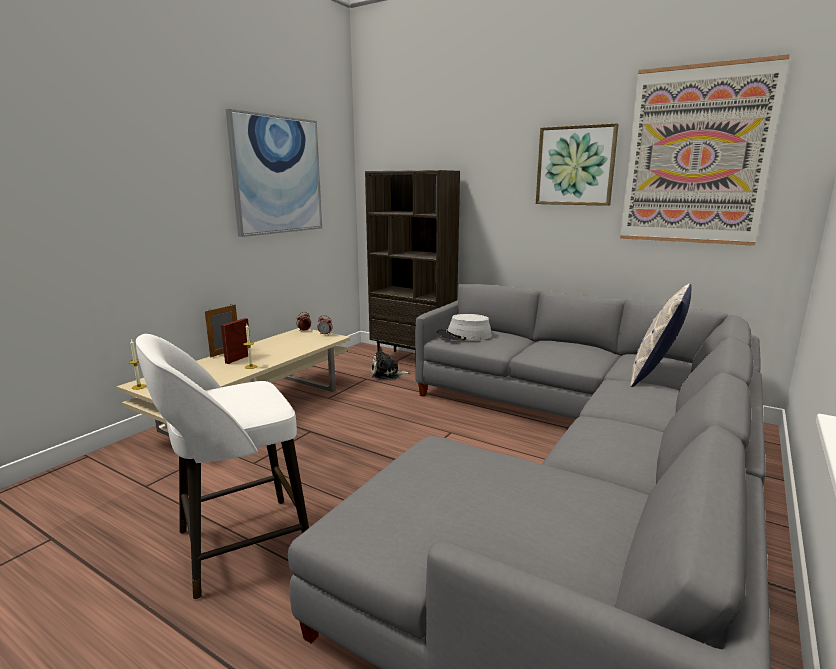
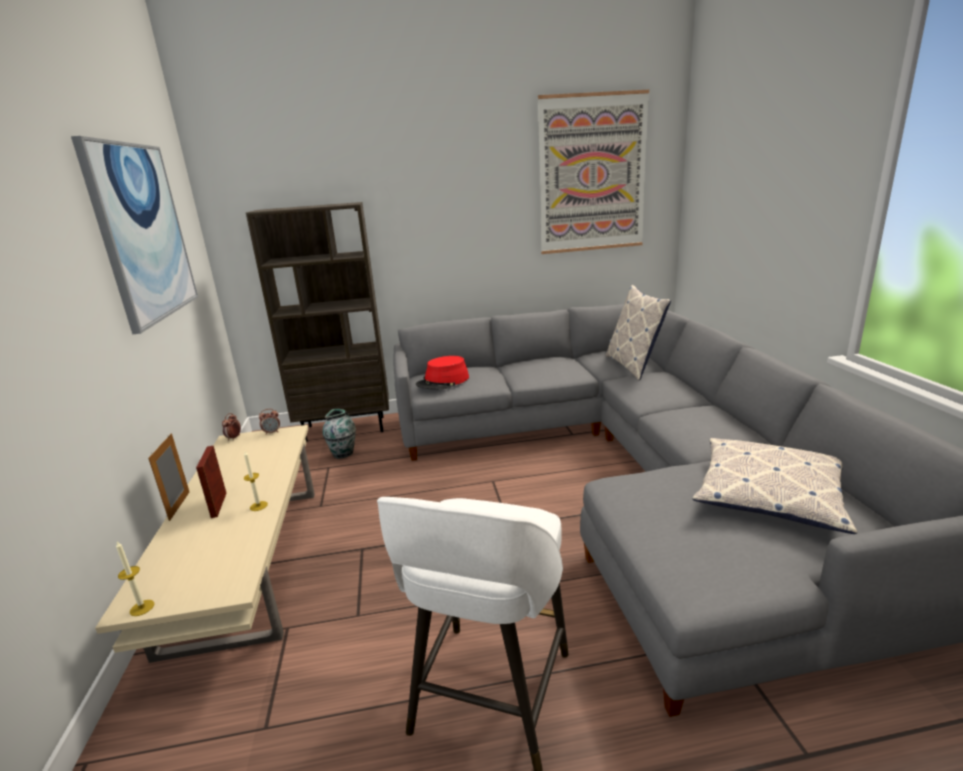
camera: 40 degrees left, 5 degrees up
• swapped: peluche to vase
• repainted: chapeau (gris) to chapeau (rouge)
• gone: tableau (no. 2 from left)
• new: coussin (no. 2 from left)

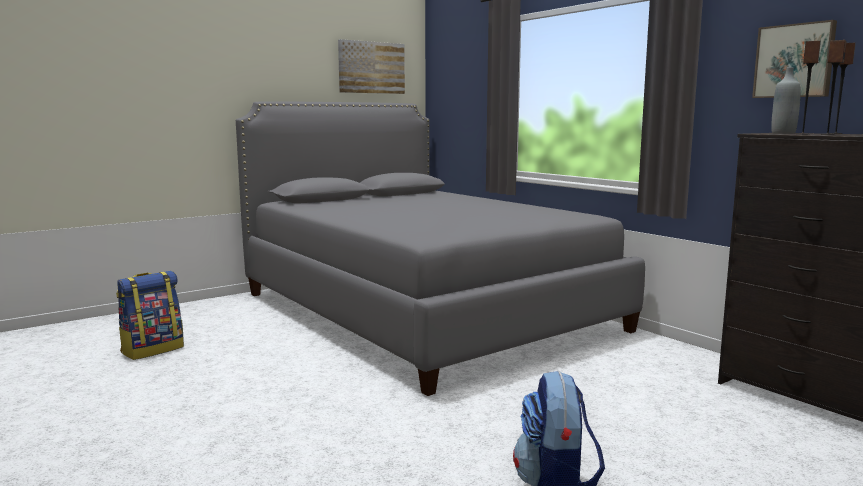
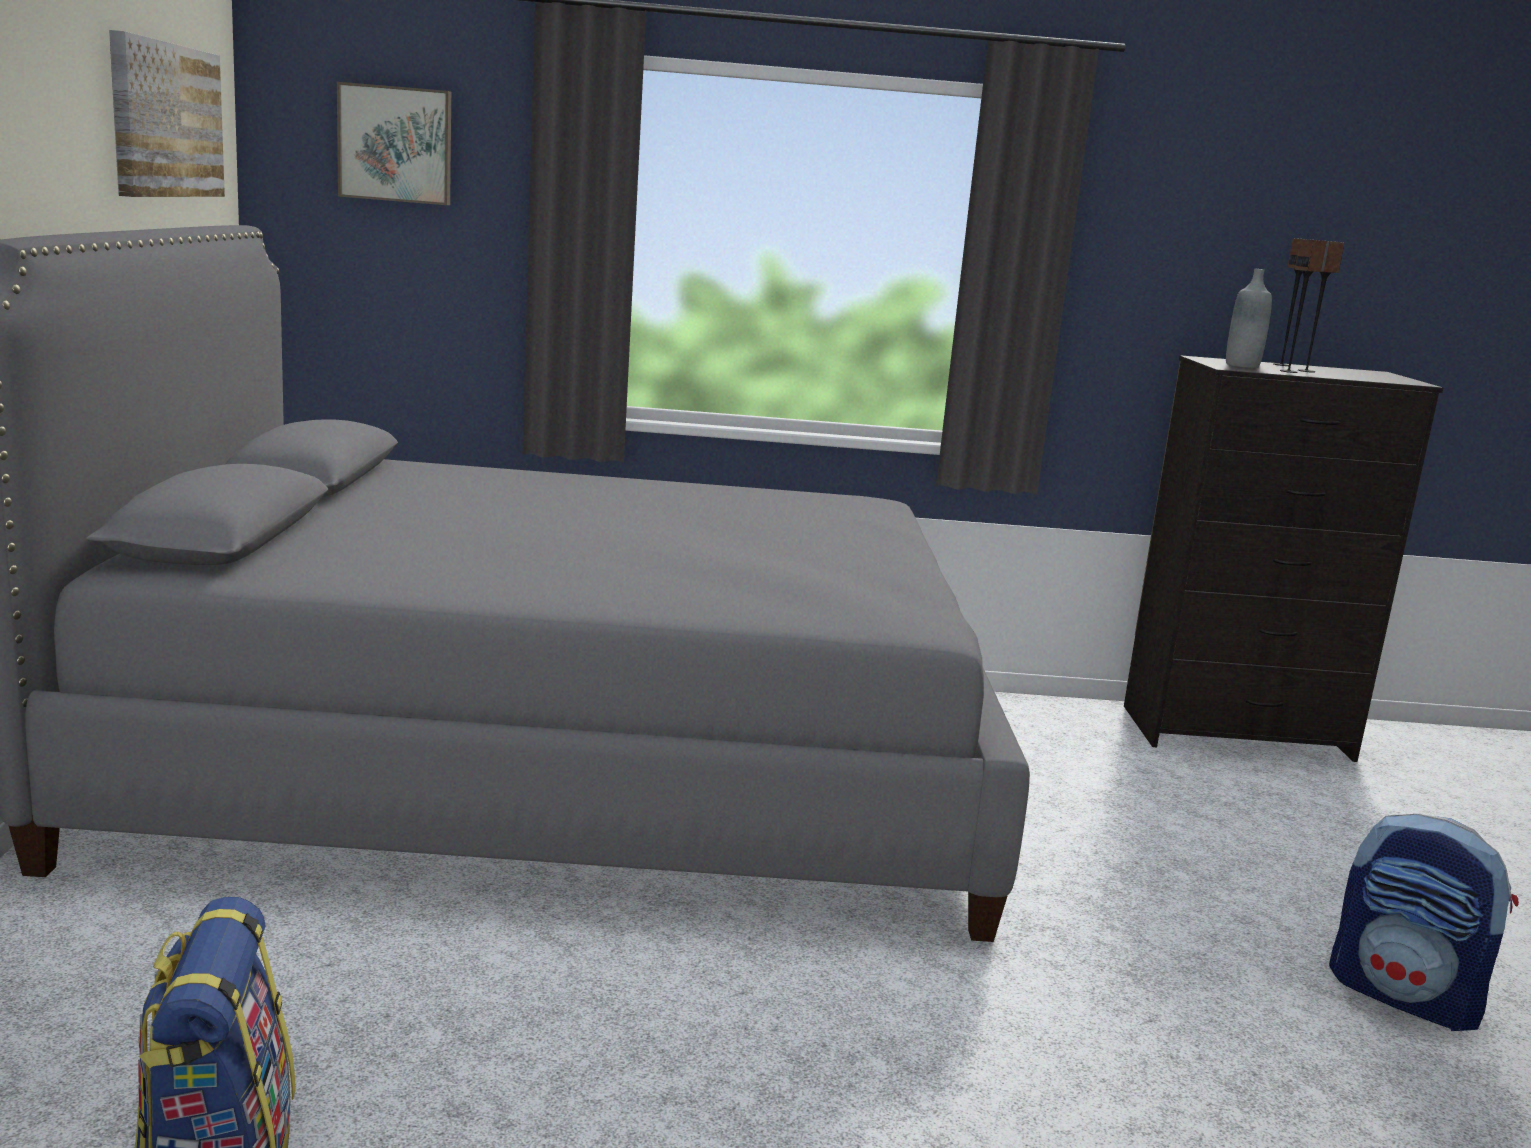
camera: 55 degrees left, 5 degrees up
• shifted: tableau (no. 2 from left)

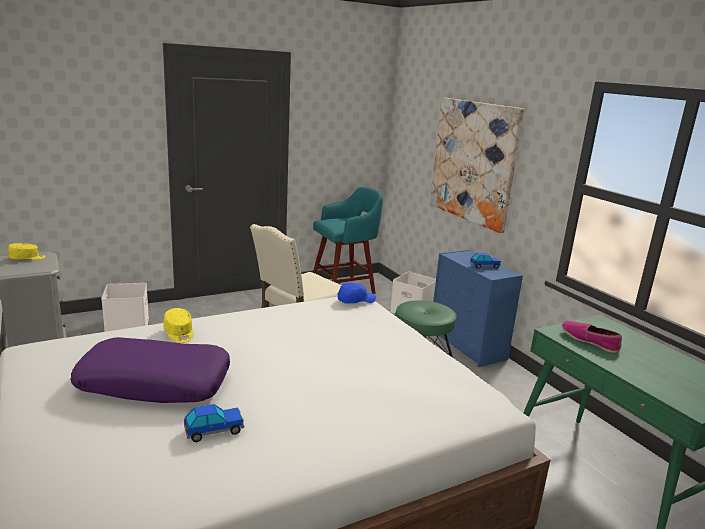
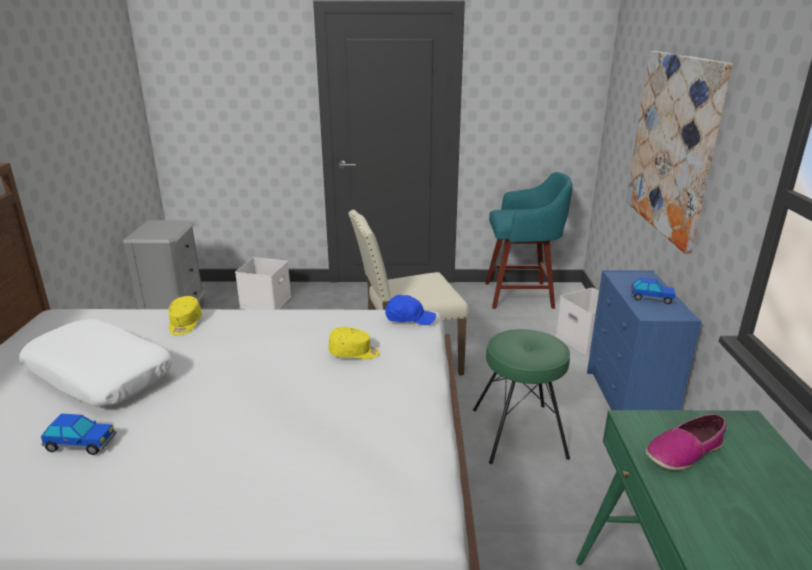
camera: 30 degrees right, 5 degrees up
• shifted: casquette (jaune) (no. 1 from left in the first image) to casquette (jaune) (no. 2 from left)
• repainted: coussin (violet) to coussin (blanc)
• rotated: chaussure 105 degrees counterclockwise

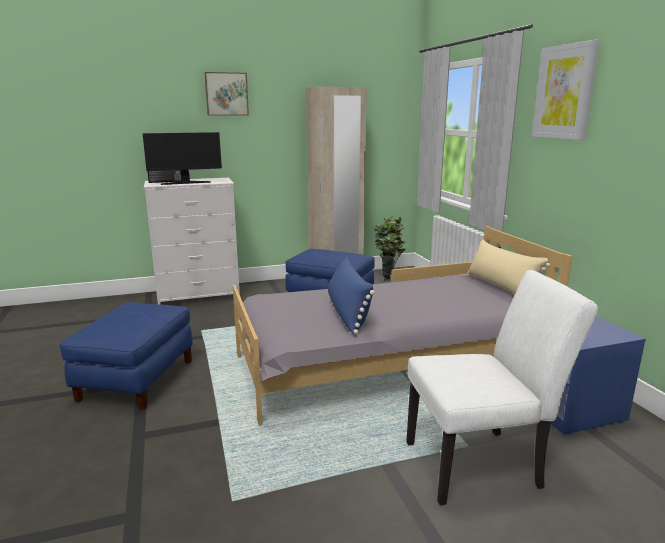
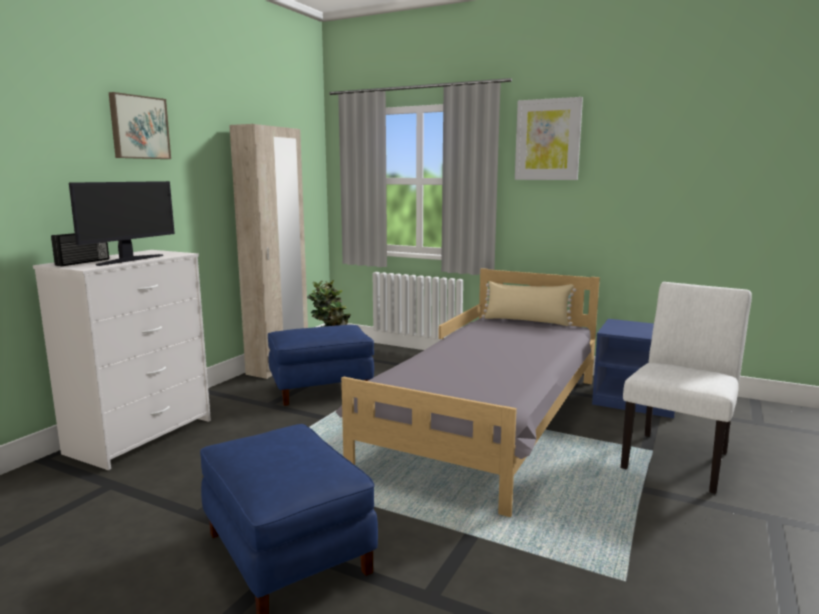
camera: 45 degrees left, 5 degrees down
• gone: coussin (bleu)

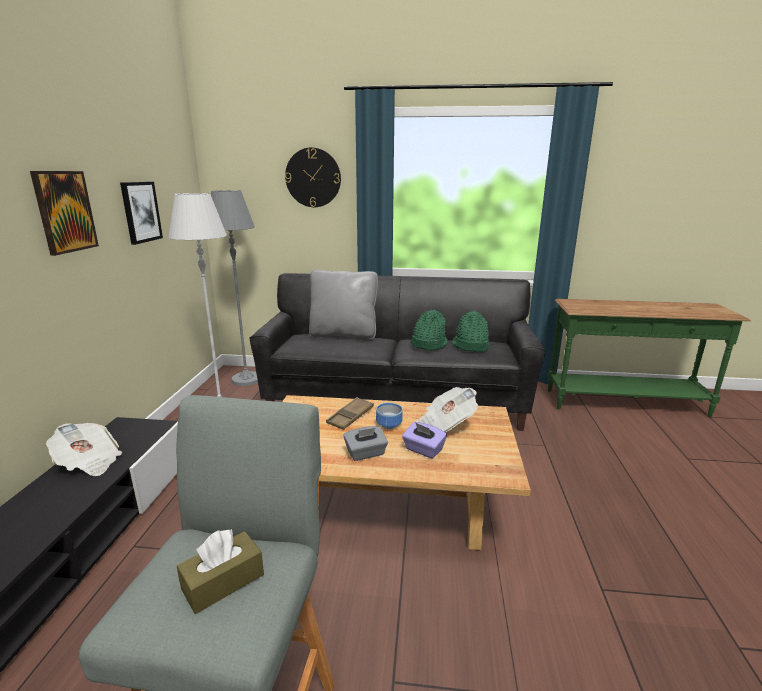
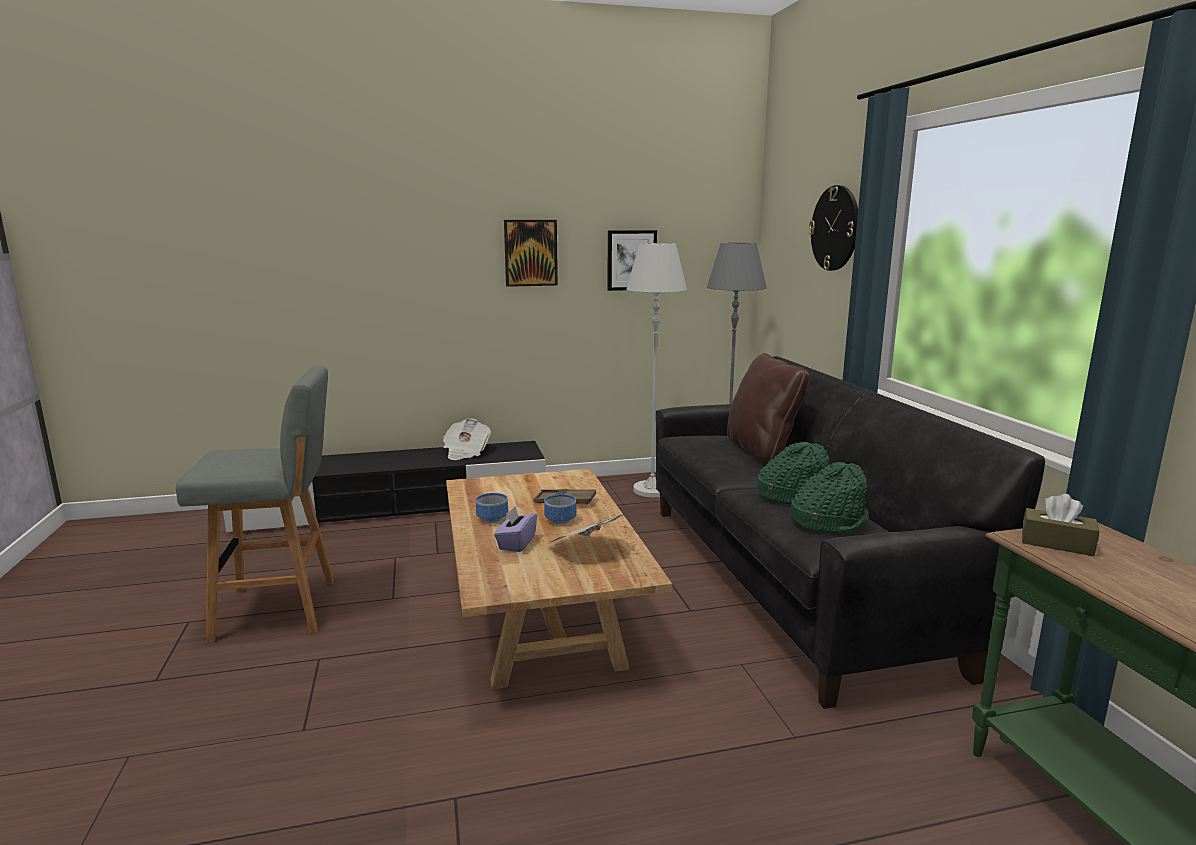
camera: 70 degrees right, 5 degrees down
• shifted: boîte à mouchoirs (marron)
• repainted: coussin (gris) to coussin (marron)
• swapped: boîte à mouchoirs (gris) to bol (no. 1 from left)

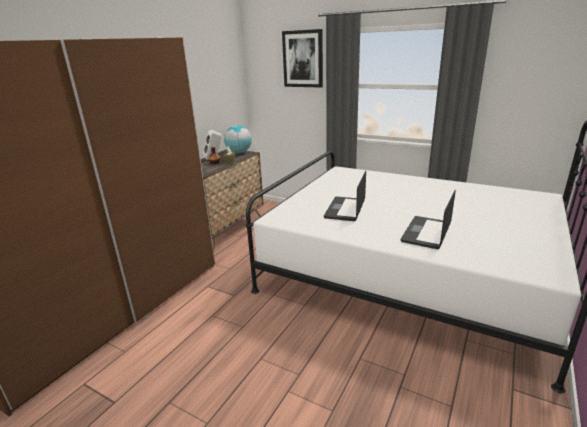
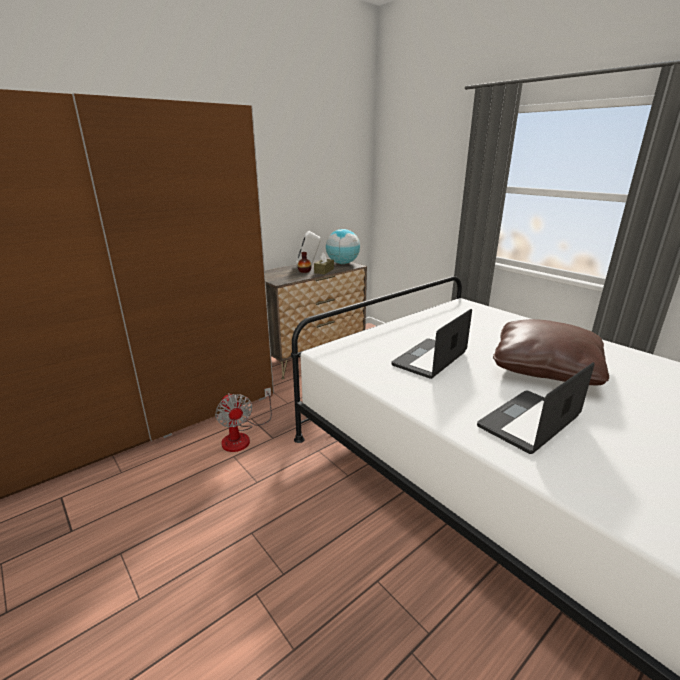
camera: 20 degrees right, 0 degrees up
• gone: tableau
• new: ventilateur
• new: coussin (marron)

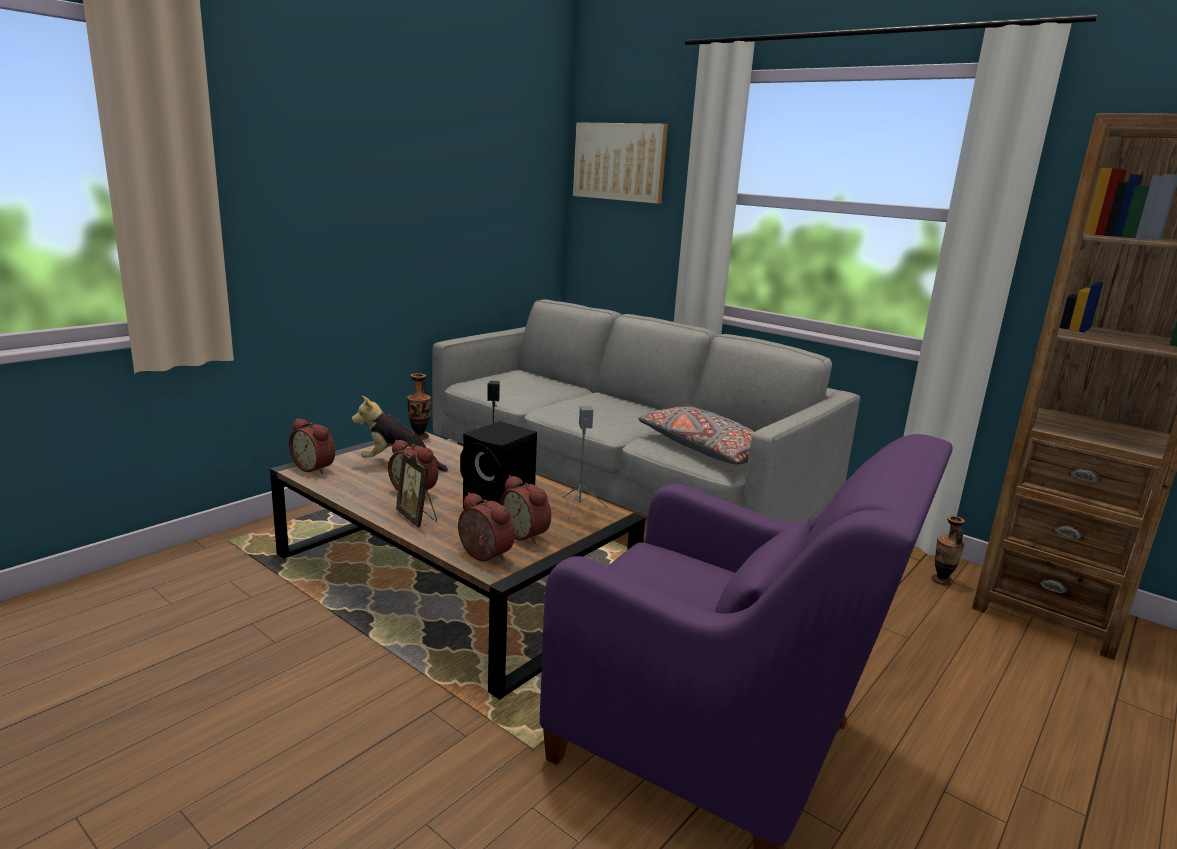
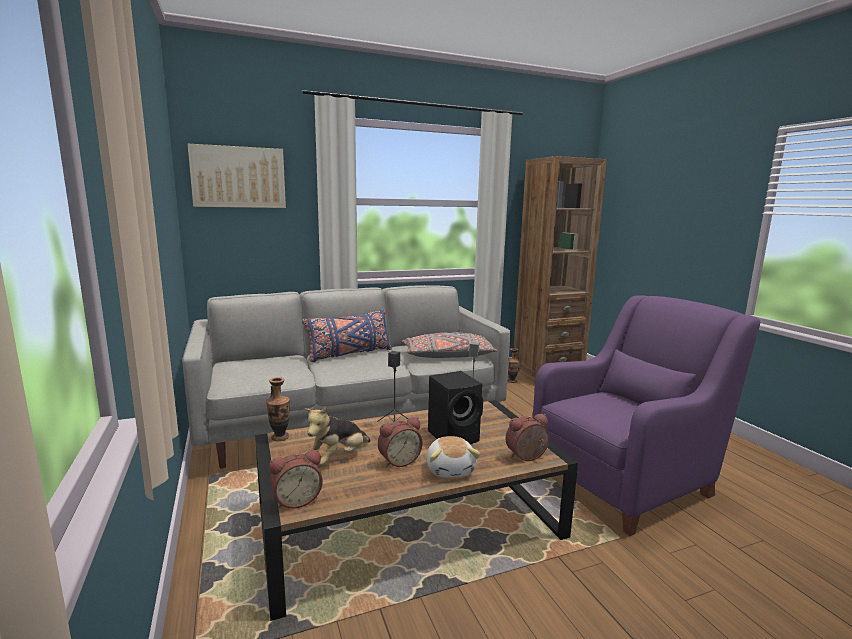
camera: 60 degrees left, 5 degrees down
• swapped: cadre photo to peluche (no. 2 from left)
• gone: réveil (no. 4 from left)
• new: coussin (bleu)

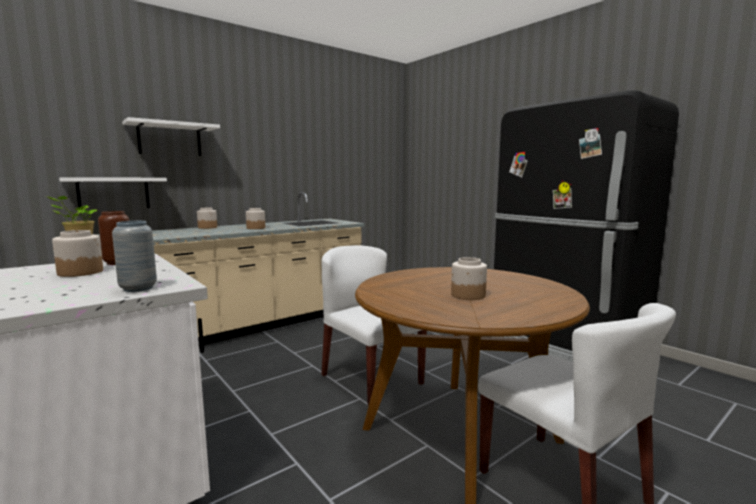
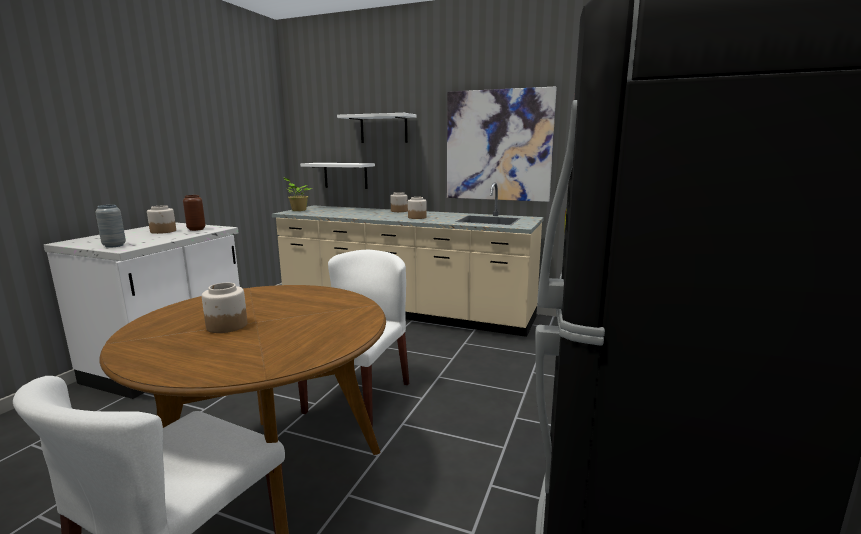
camera: 60 degrees right, 5 degrees up
• new: tableau

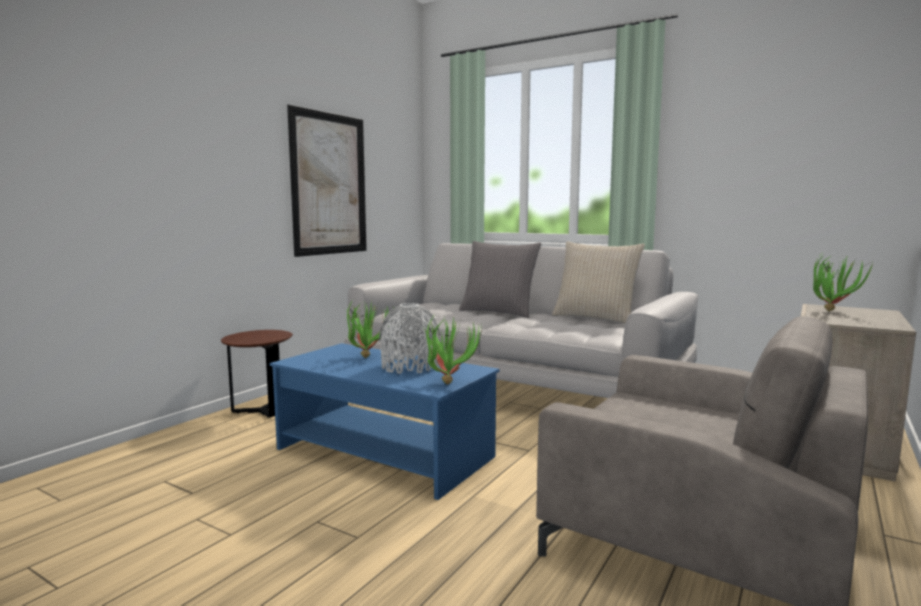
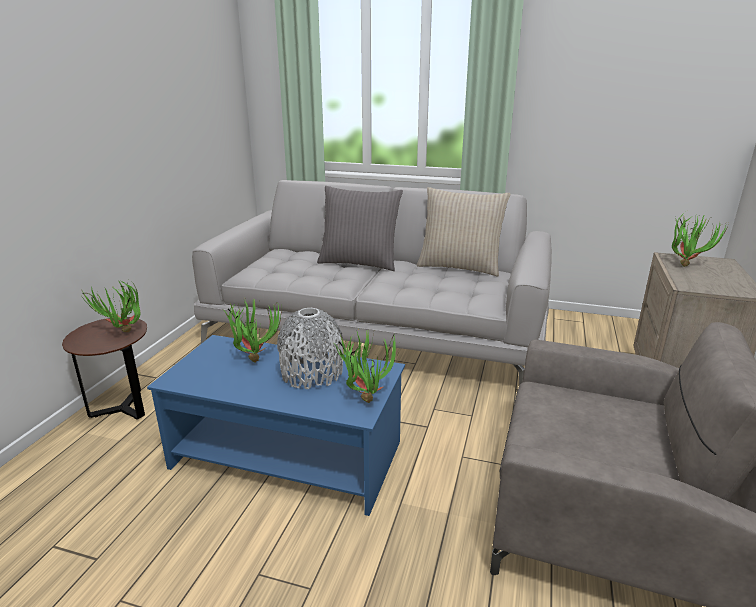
camera: 15 degrees left, 15 degrees up
• gone: tableau
• new: plante en pot (no. 1 from left)

